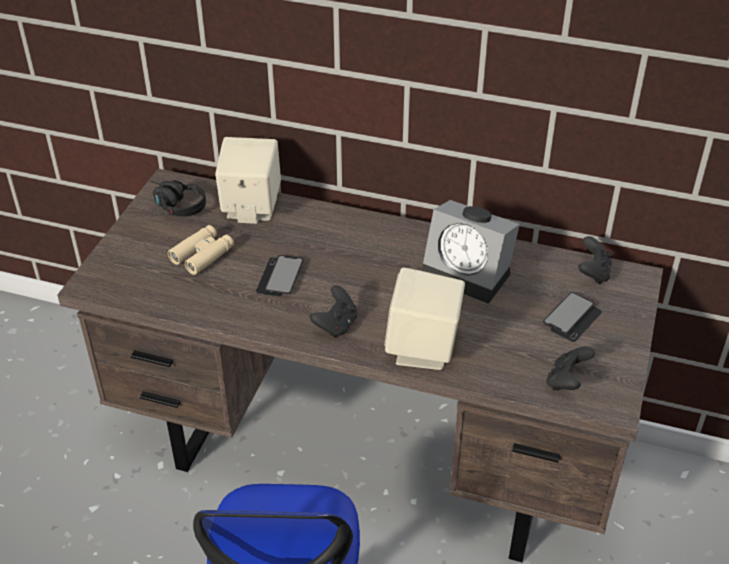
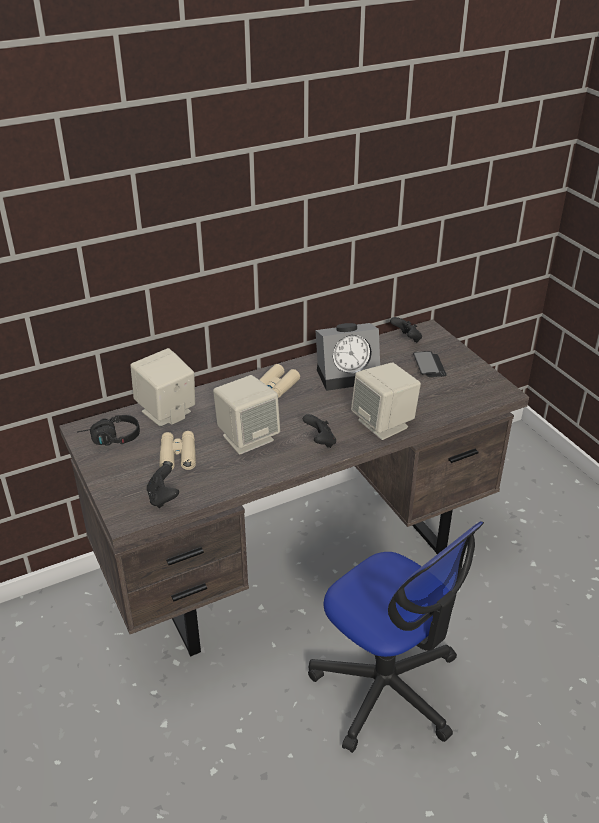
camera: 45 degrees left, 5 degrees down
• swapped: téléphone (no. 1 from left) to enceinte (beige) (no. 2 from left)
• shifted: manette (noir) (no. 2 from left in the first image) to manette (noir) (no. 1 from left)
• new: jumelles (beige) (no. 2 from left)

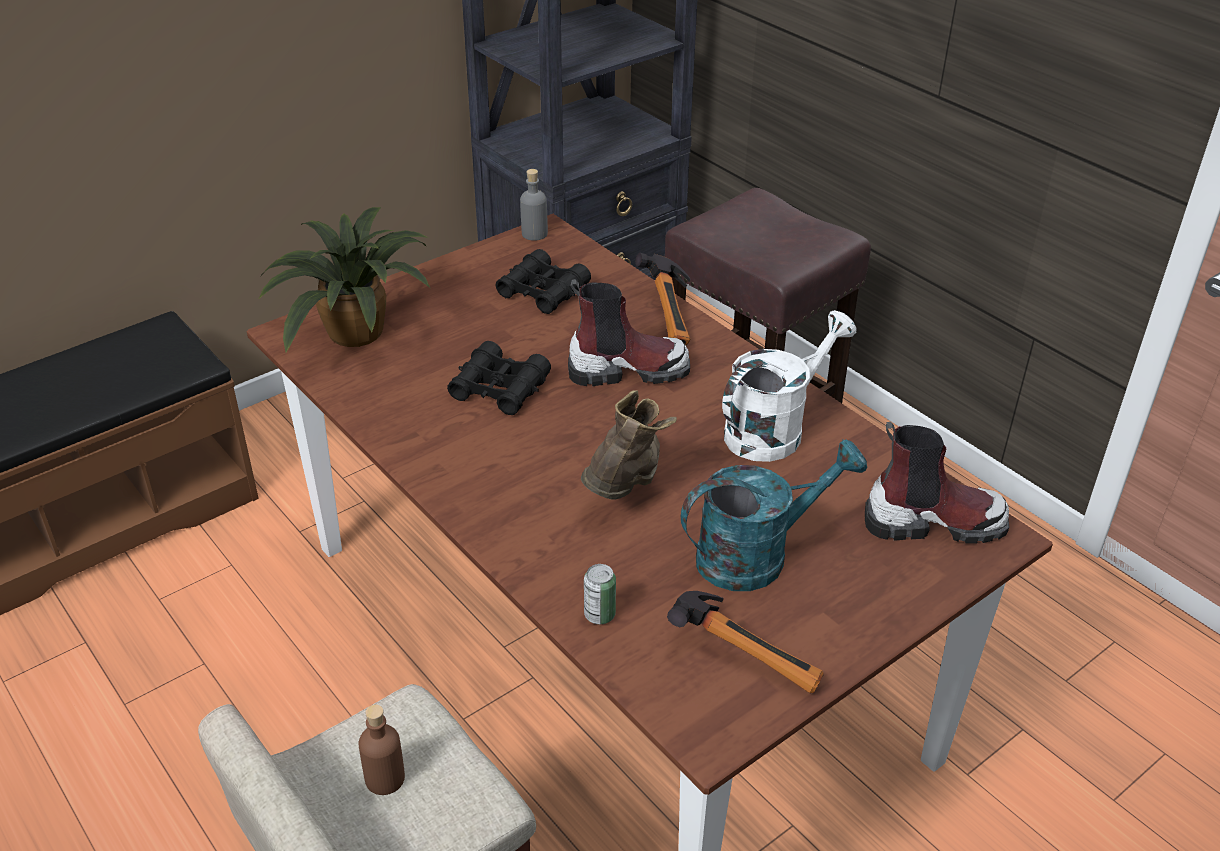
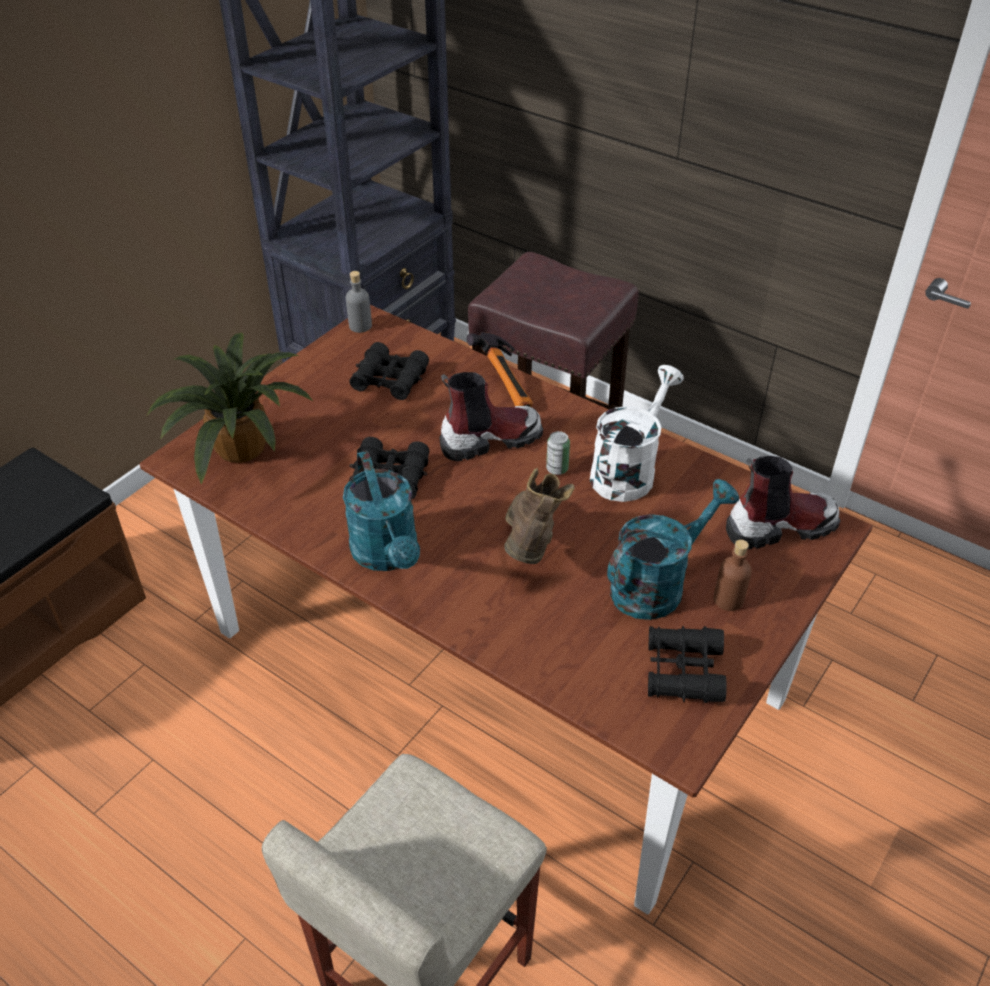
camera: 15 degrees left, 5 degrees up
• shifted: bouteille (marron)
• shifted: boîte métallique
• swapped: marteau (no. 2 from left) to jumelles (noir) (no. 3 from left)
• new: arrosoir (turquoise) (no. 1 from left)

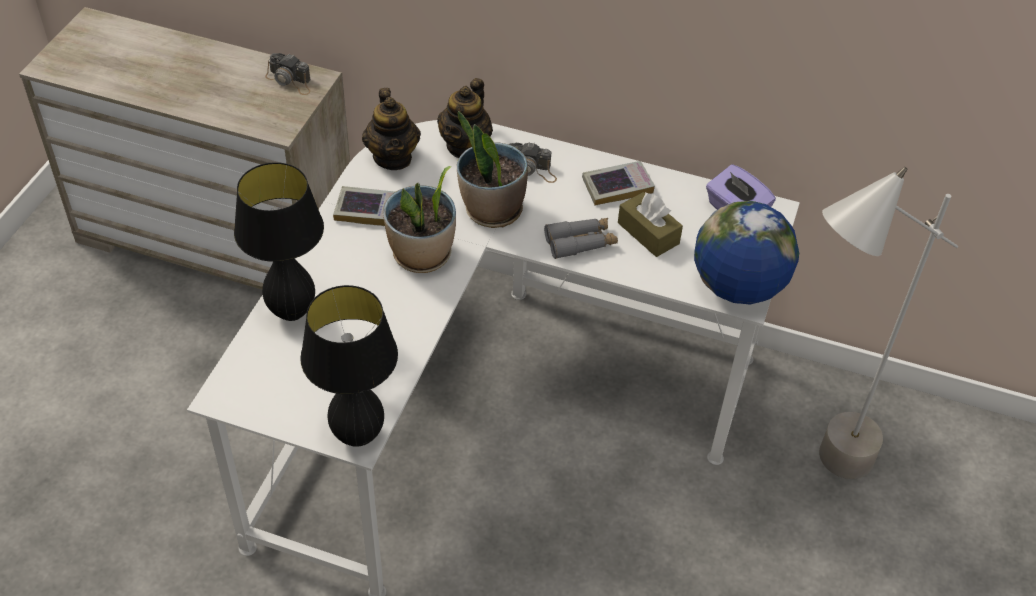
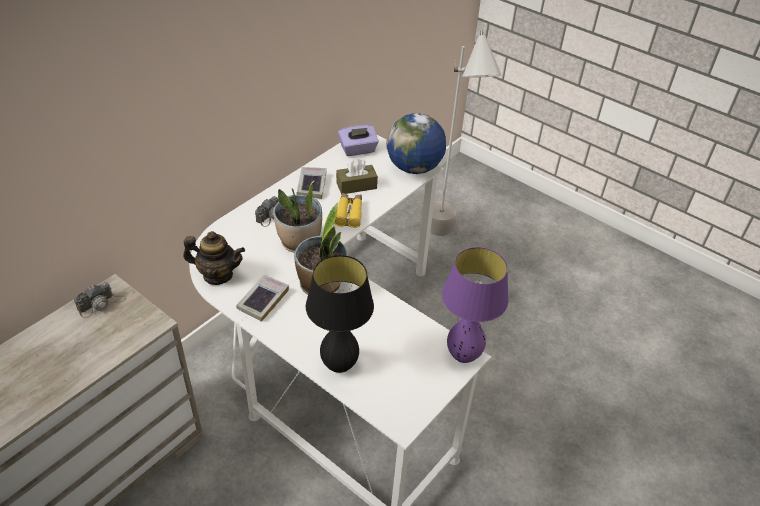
camera: 70 degrees left, 5 degrees down
• repainted: lampe de table (noir) (no. 2 from left) to lampe de table (violet)
• gone: théière (no. 2 from left)
• repainted: jumelles (gris) to jumelles (jaune)

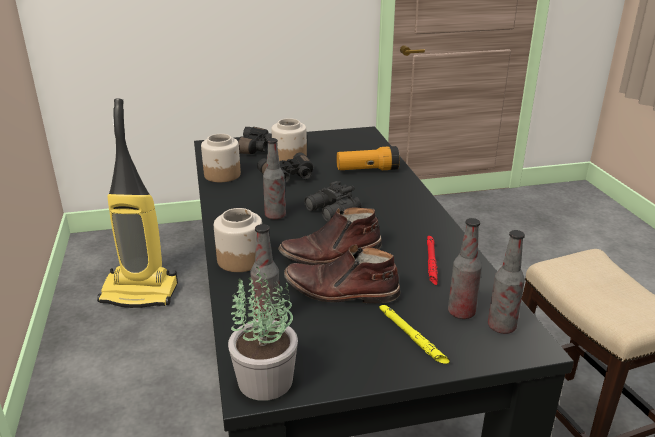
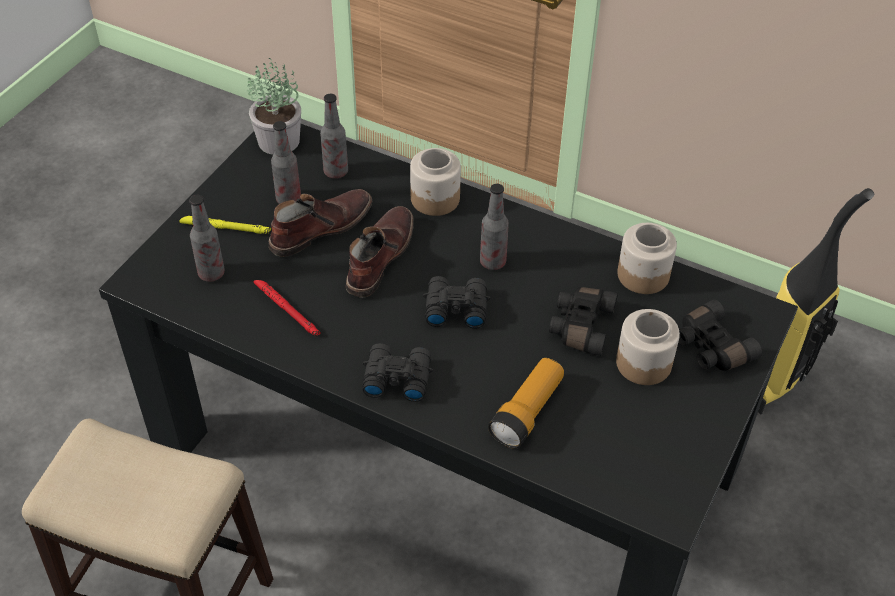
camera: 130 degrees right, 20 degrees up
• shifted: bouteille (no. 4 from left in the first image) to bouteille (no. 2 from left)
• new: jumelles (noir) (no. 1 from left)

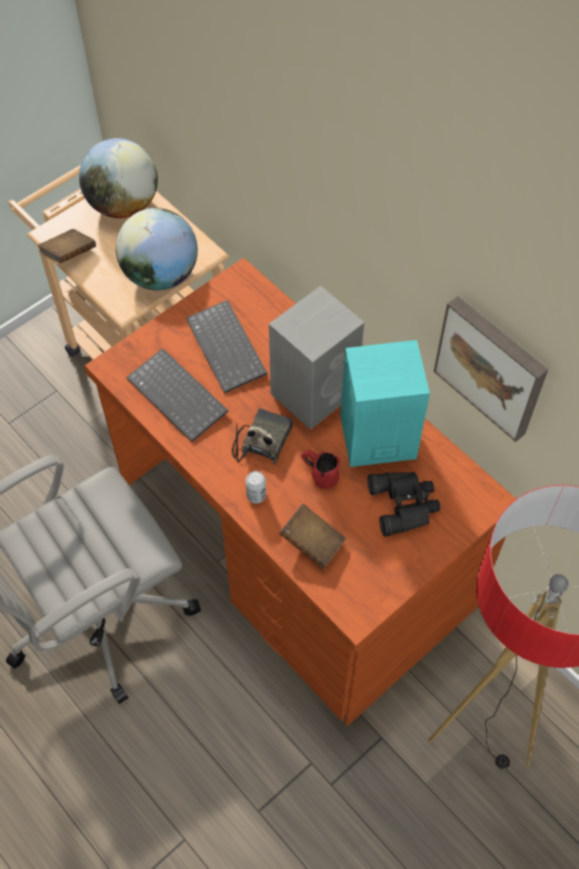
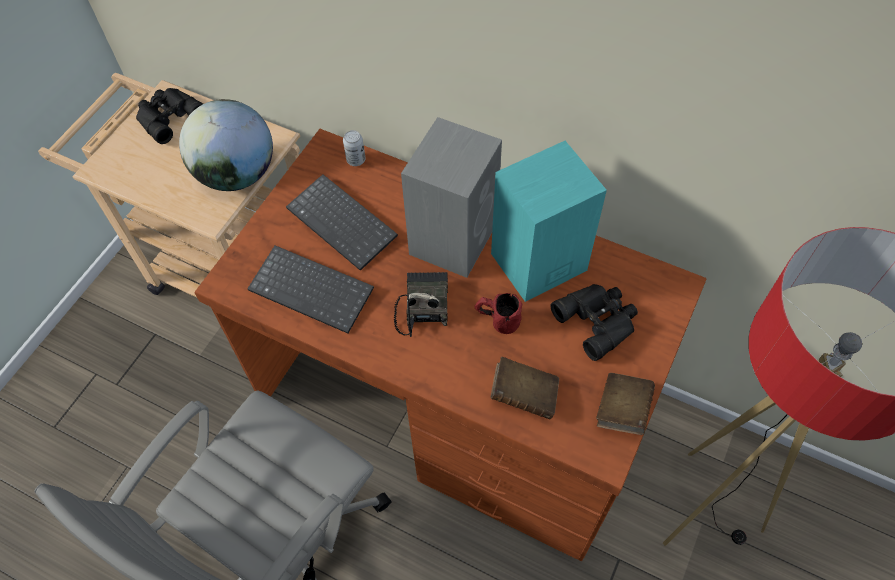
camera: 20 degrees left, 0 degrees up
• shifted: livre (marron) (no. 1 from left in the first image) to livre (marron) (no. 2 from left)
• swapped: globe (no. 1 from left) to jumelles (noir) (no. 1 from left)
• shifted: boîte métallique
• gone: tableau

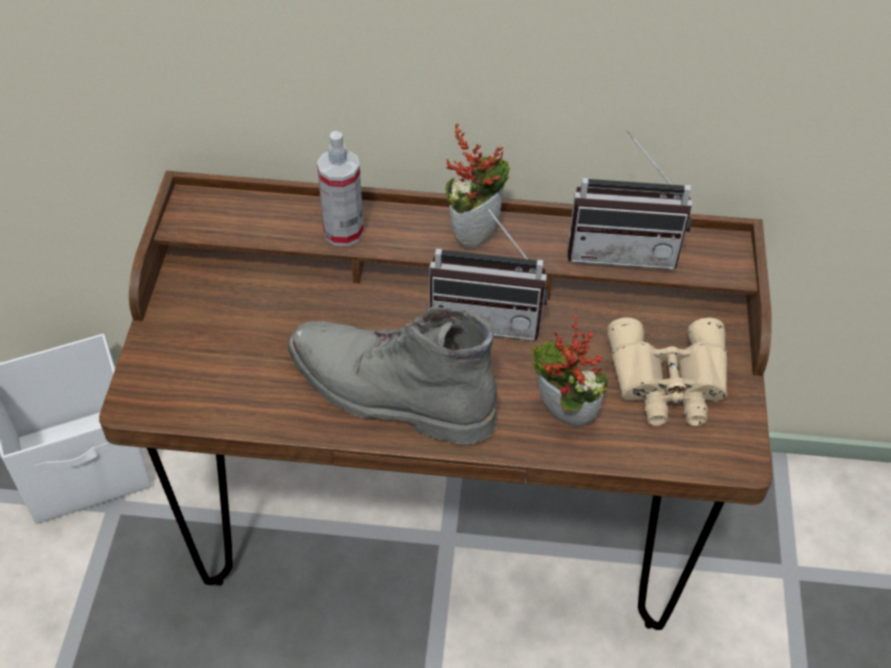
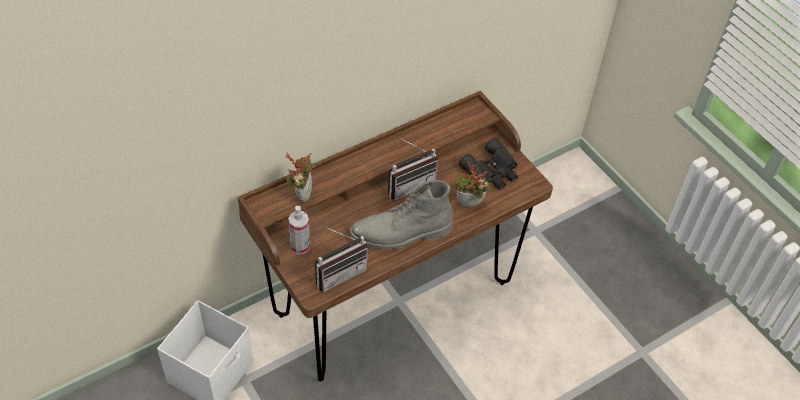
camera: 40 degrees left, 0 degrees up
• shifted: vaporisateur
• shifted: plante en pot (no. 1 from left)
• shifted: radio (no. 2 from left in the first image) to radio (no. 1 from left)
• repainted: jumelles (beige) to jumelles (noir)

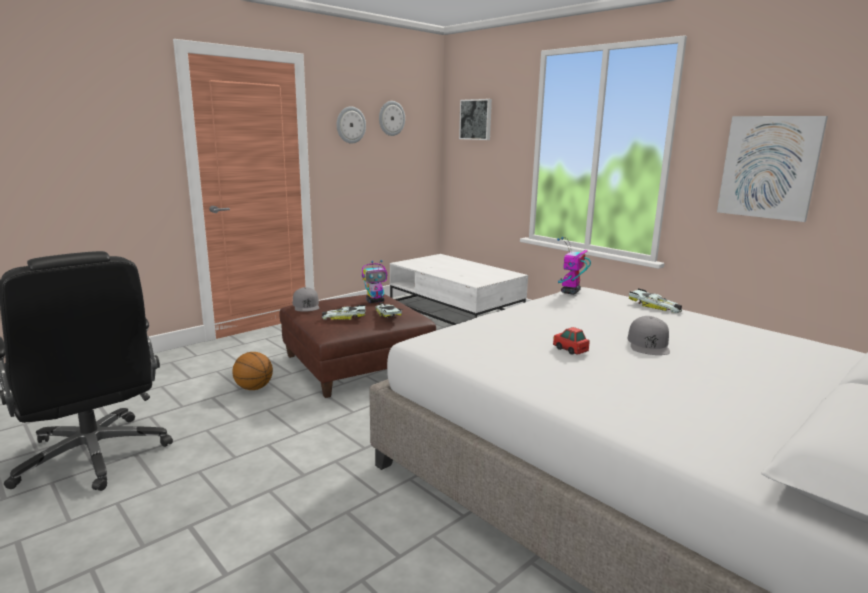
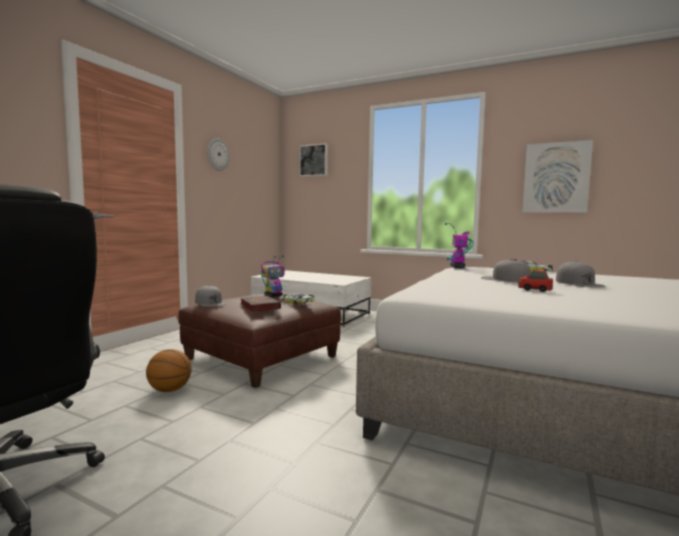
camera: 20 degrees left, 10 degrees down
• swapped: petite voiture (no. 1 from left) to livre
• gone: horloge murale (no. 2 from left)
• new: casquette (gris) (no. 2 from left)

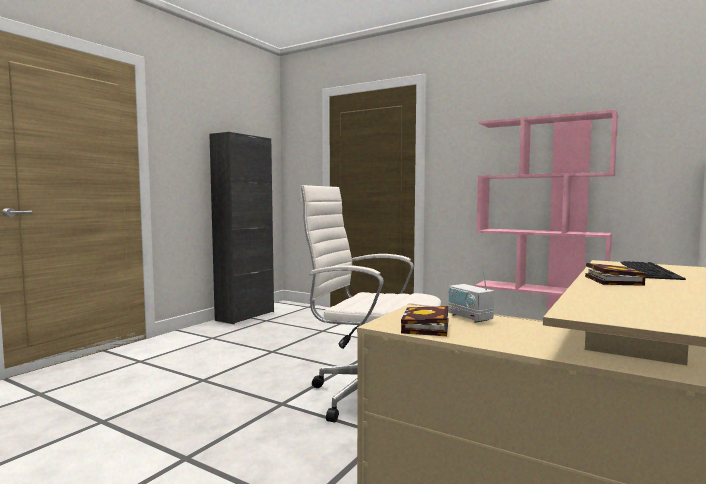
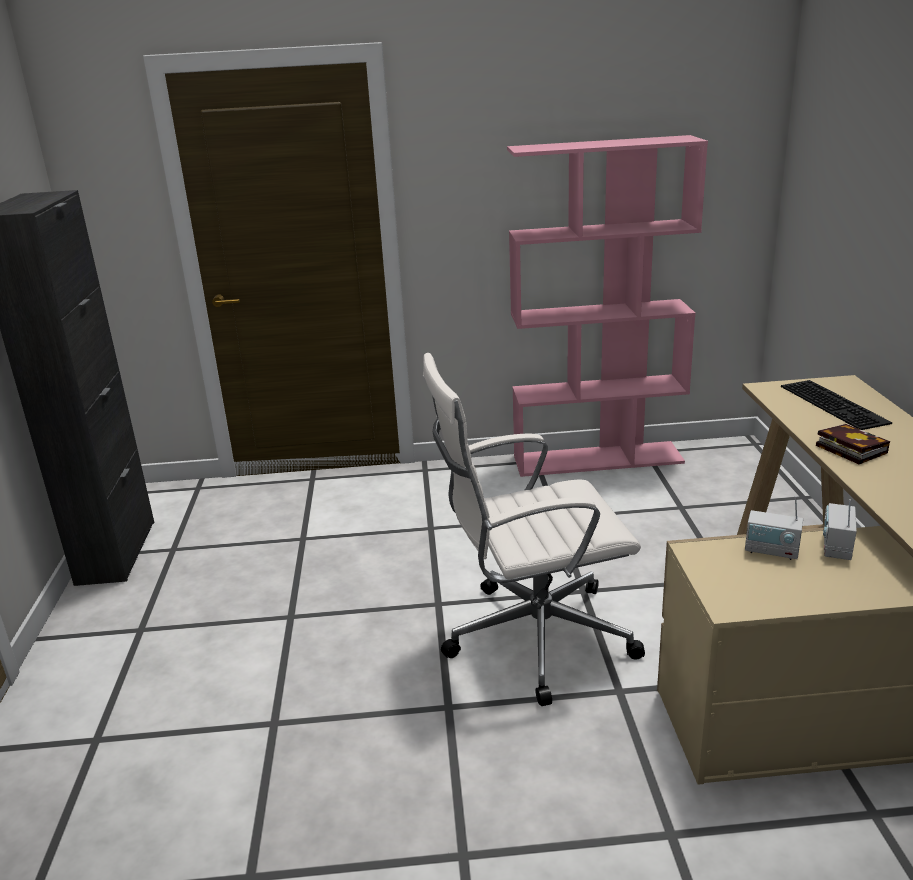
camera: 35 degrees left, 20 degrees up
• gone: livre (no. 1 from left)
• new: radio (no. 2 from left)

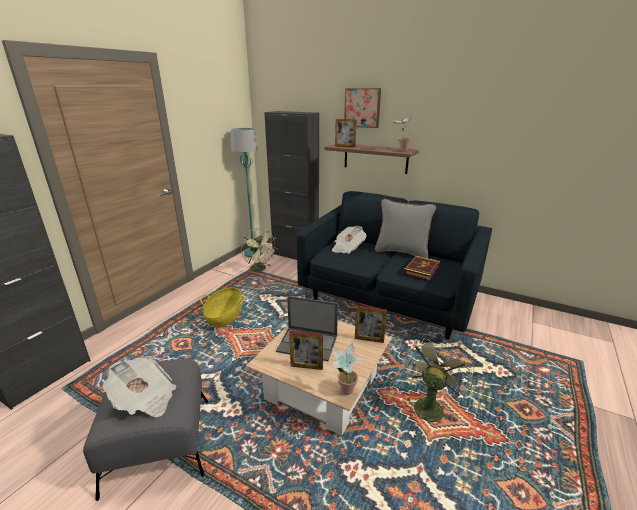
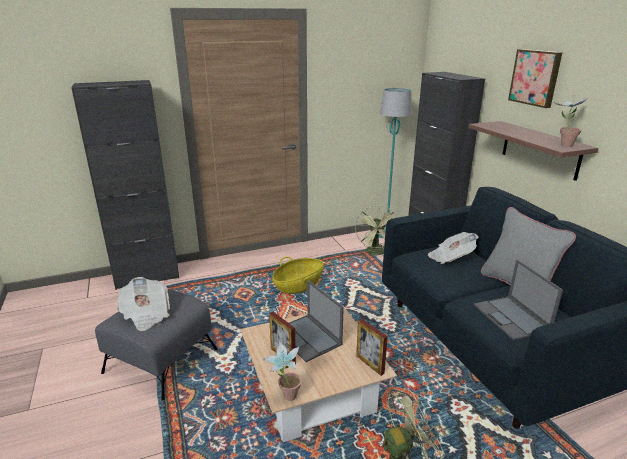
camera: 40 degrees right, 0 degrees up
• gone: cadre photo (no. 2 from left)
• swapped: livre to ordinateur portable (no. 2 from left)

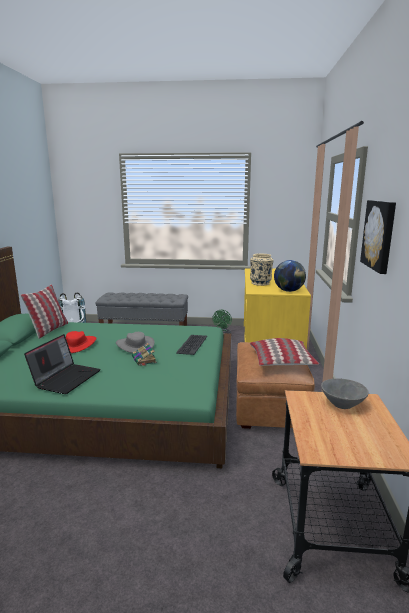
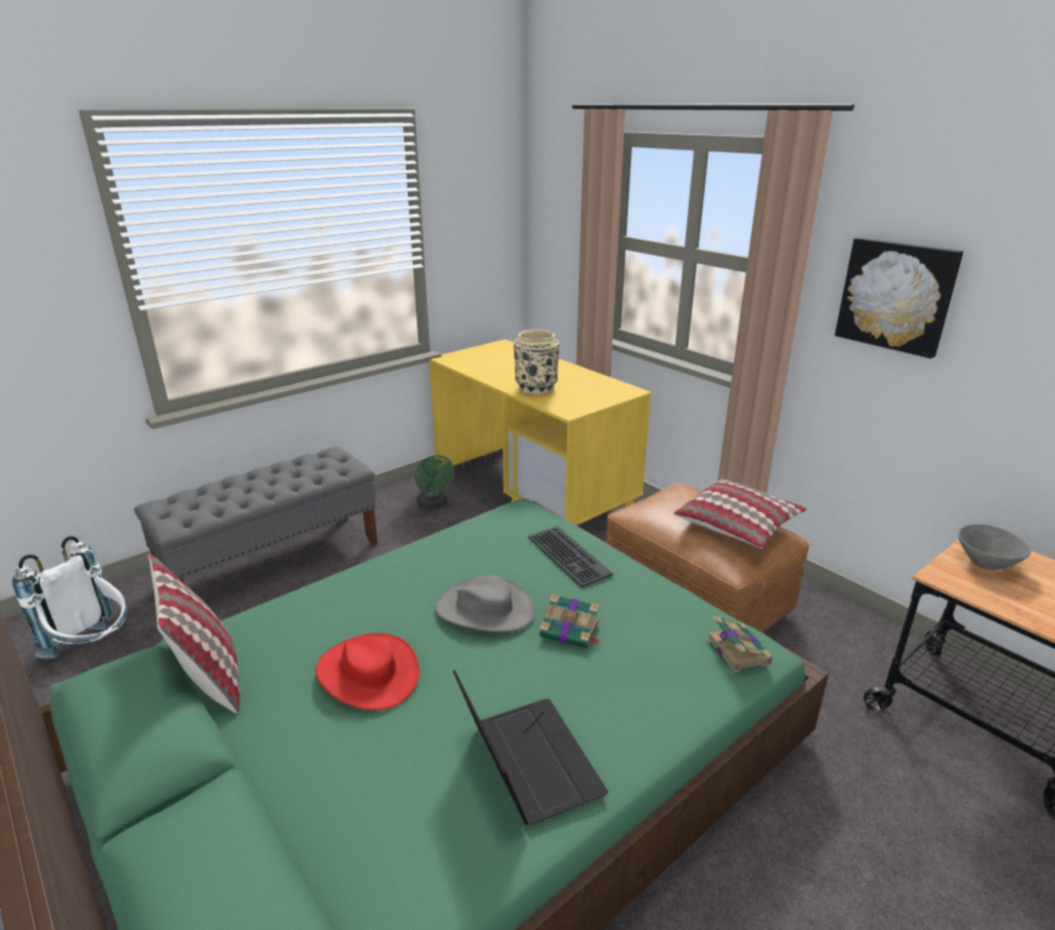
camera: 45 degrees left, 10 degrees up
• gone: globe
• new: livre (no. 2 from left)

